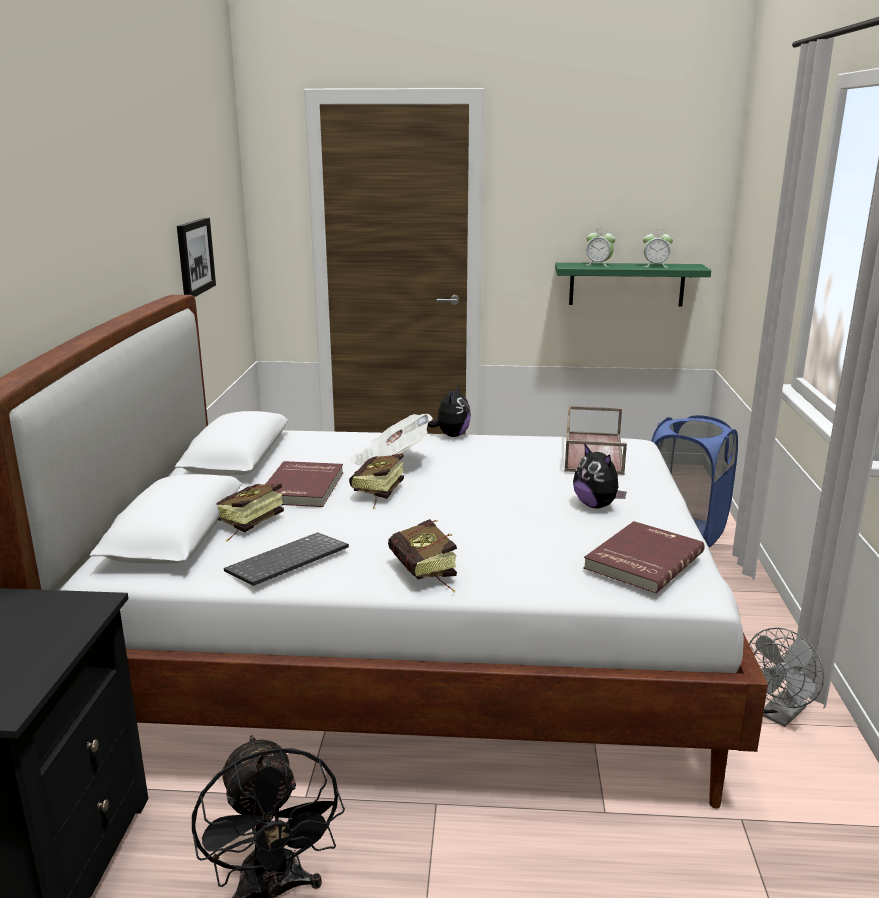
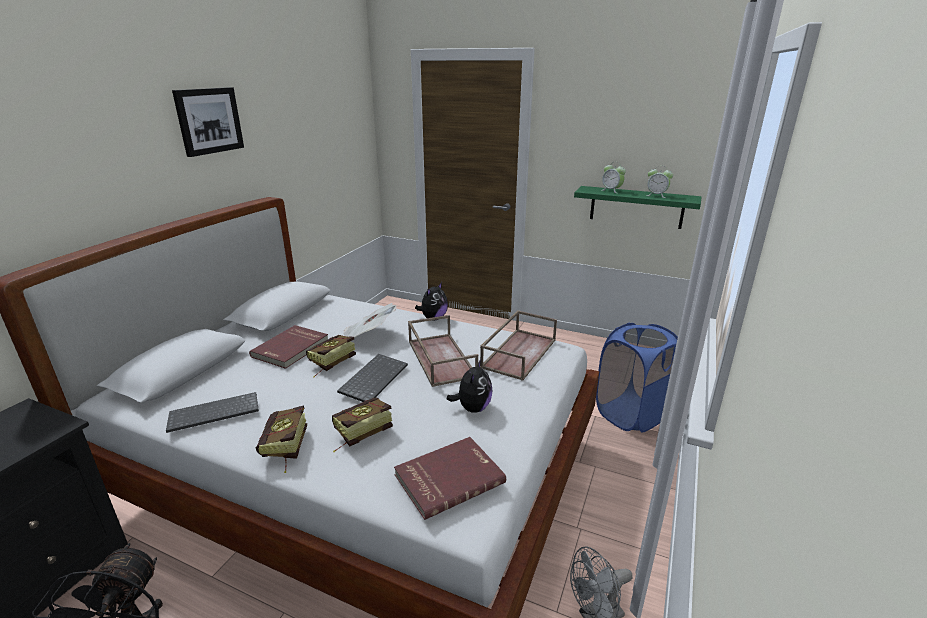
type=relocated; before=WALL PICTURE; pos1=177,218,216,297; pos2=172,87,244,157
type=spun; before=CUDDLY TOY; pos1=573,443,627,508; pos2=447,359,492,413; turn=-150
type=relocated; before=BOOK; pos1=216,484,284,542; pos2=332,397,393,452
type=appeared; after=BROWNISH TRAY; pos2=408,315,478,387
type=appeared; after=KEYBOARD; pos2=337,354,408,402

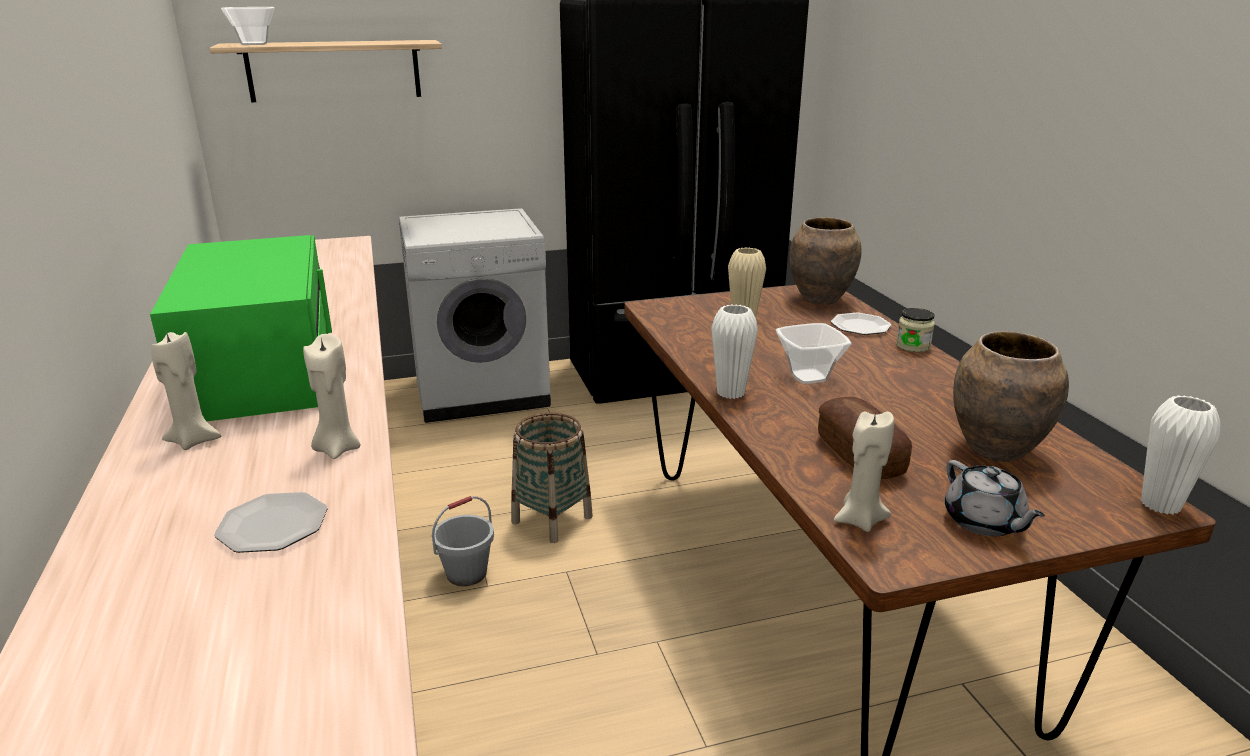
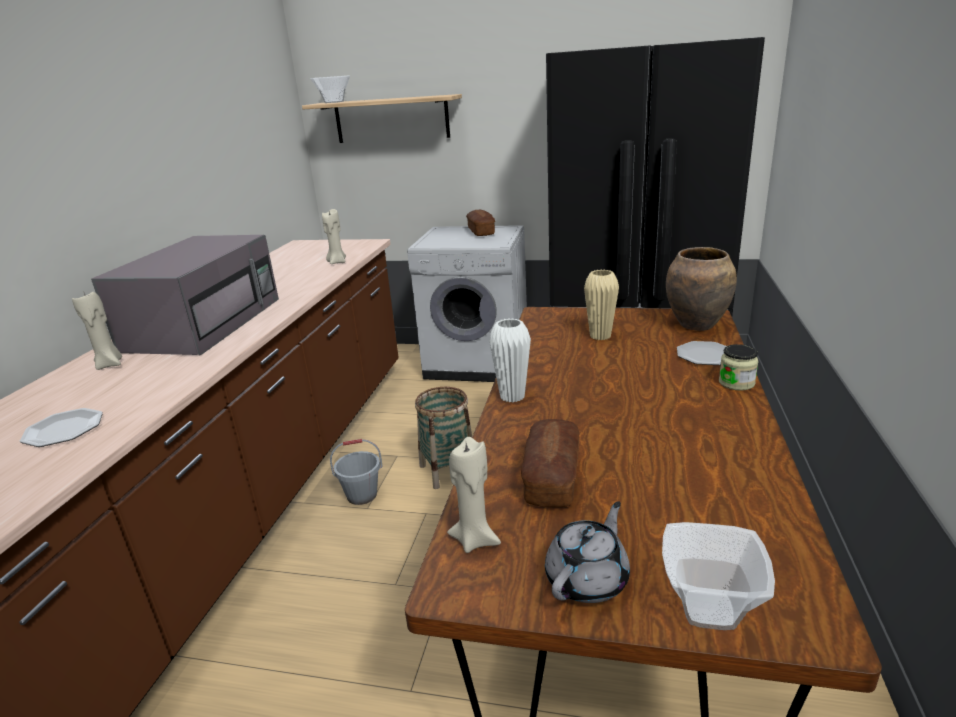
type=colour; before=GREENISH MICROWAVE; after=GRAY MICROWAVE; pos1=150,235,332,421; pos2=91,235,279,355
type=relocated; before=BOWL; pos1=776,323,852,384; pos2=662,522,775,630
type=missing; before=BROWNISH VASE; pos1=953,331,1069,462
type=relocated; before=SAND-COLOURED CANDLE; pos1=303,334,360,459; pos2=322,209,346,264
type=missing; before=WHITE-COLOURED VASE; pos1=1141,395,1220,515
type=spun; before=GRAY TEA POT; pos1=945,460,1045,537; pos2=545,501,630,603; turn=-150
type=appeared; after=BAKERY BREAD; pos2=466,210,495,236

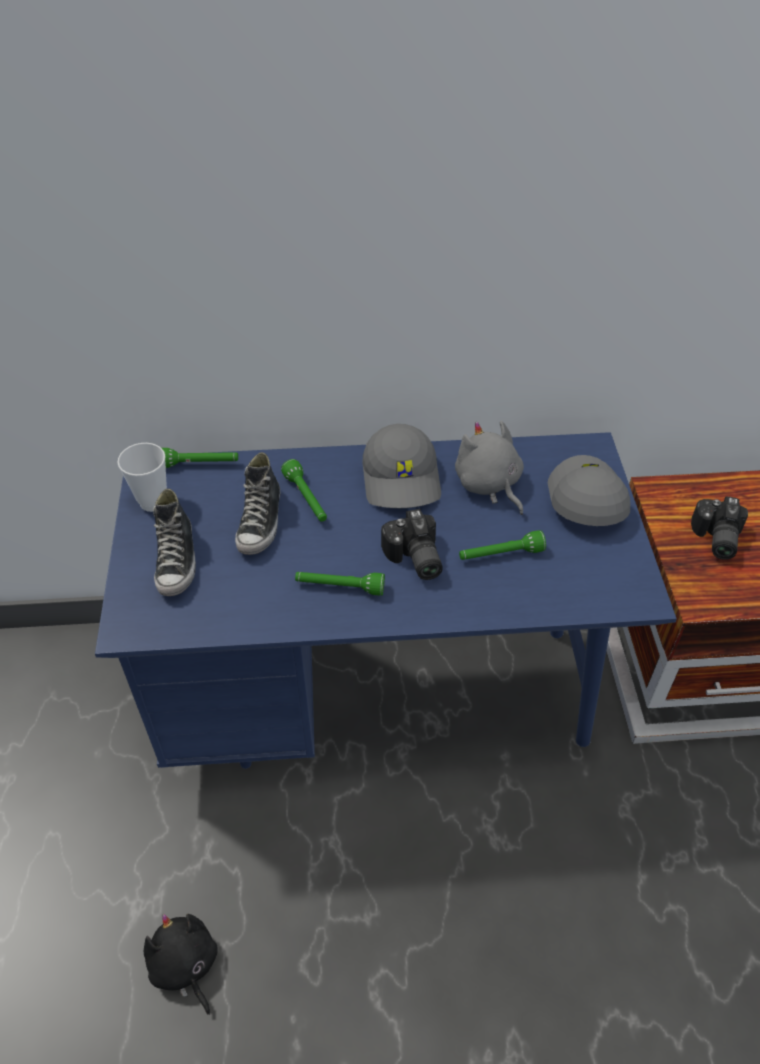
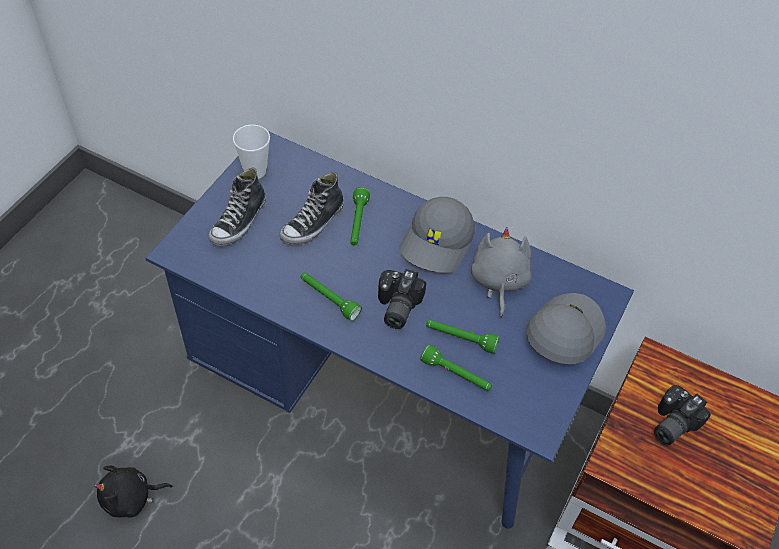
type=relocated; before=GREENISH FLASHLIGHT; pos1=162,448,238,468; pos2=420,344,492,391
type=spun; before=BLACK-COLOURED CUDDLY TOY; pos1=143,914,218,1015; pos2=94,466,172,518; turn=-105

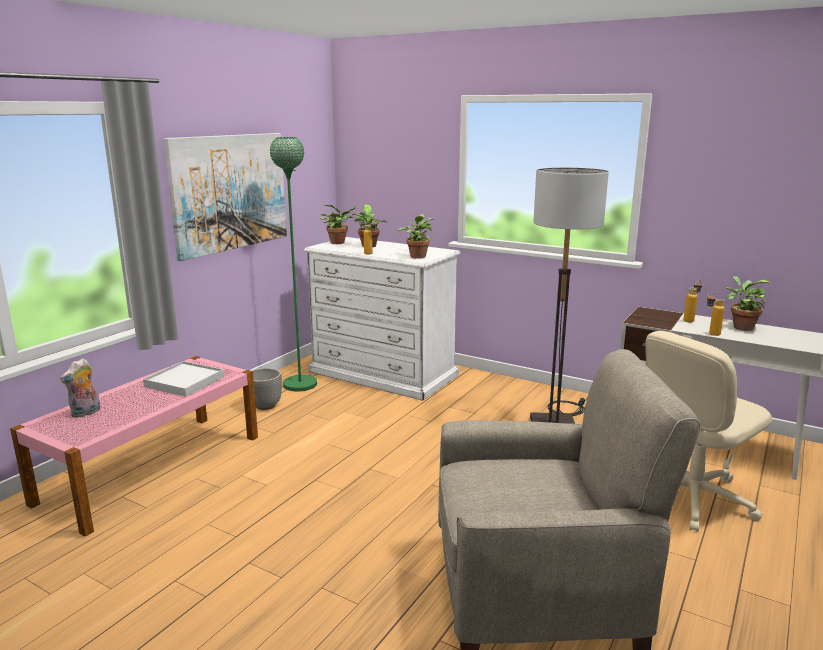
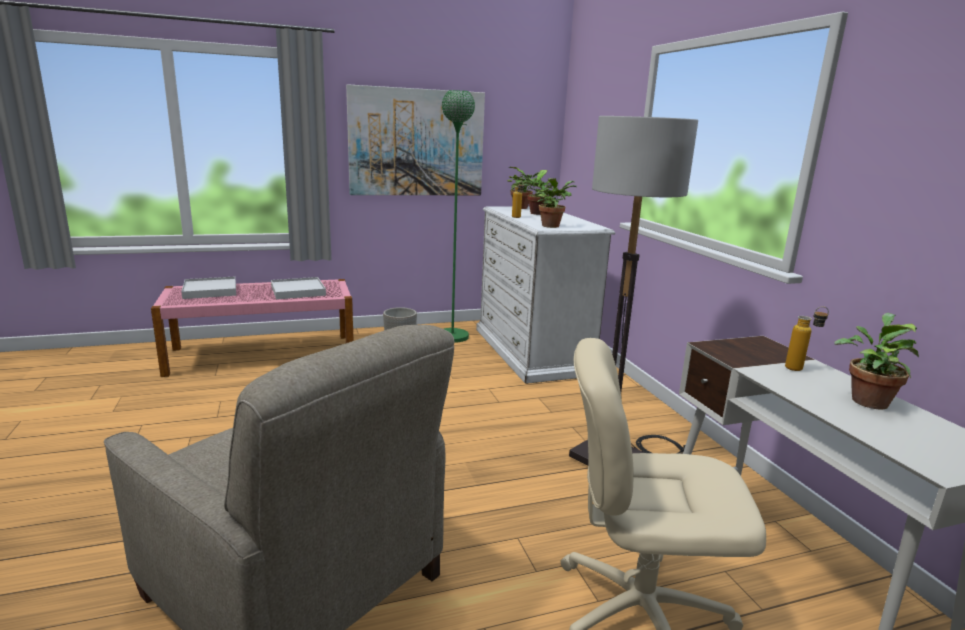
type=missing; before=BEVERAGE BOTTLE; pos1=707,293,725,336
type=exchanged; before=CUDDLY TOY; after=WHITE-COLOURED TRAY; pos1=60,358,101,418; pos2=181,277,236,299

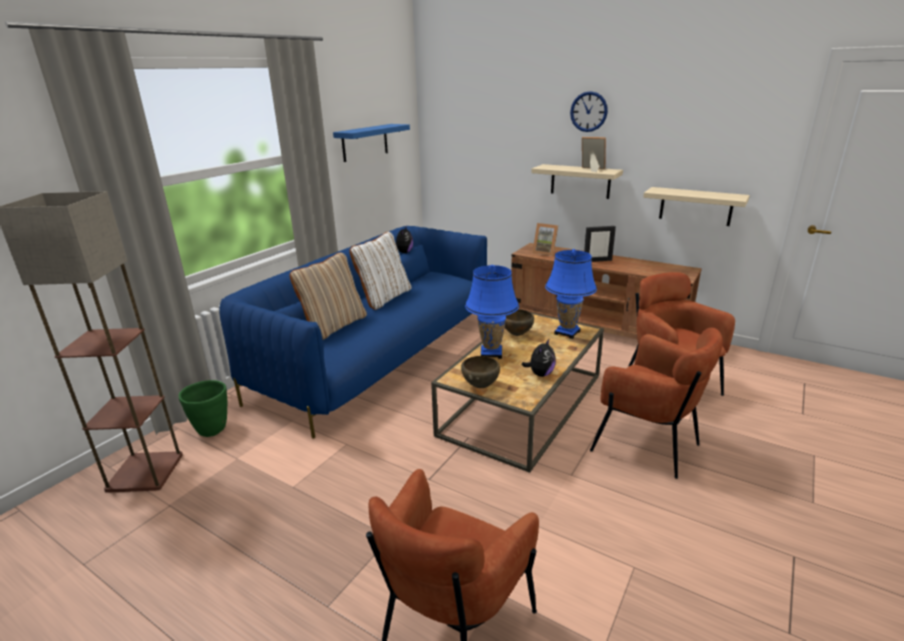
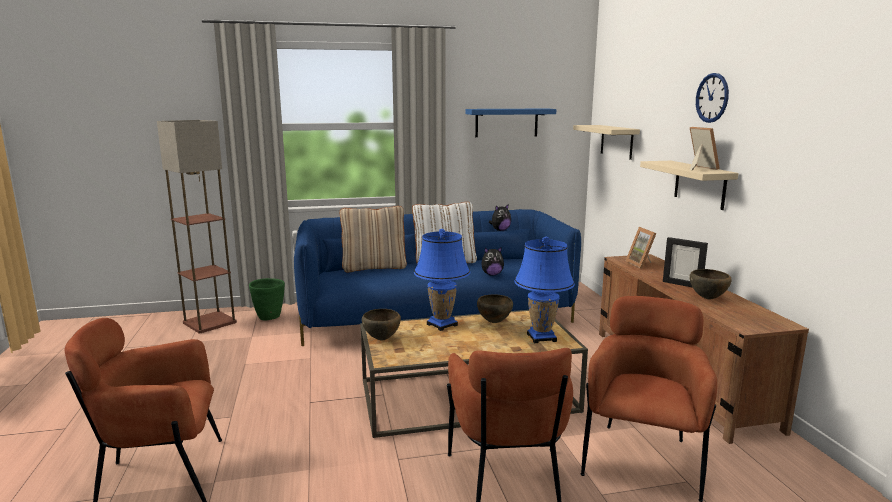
type=relocated; before=SAND-COLOURED SHELF; pos1=643,187,750,226; pos2=573,125,640,160
type=relocated; before=CUDDLY TOY; pos1=522,338,556,377; pos2=481,247,504,275
type=appeared; after=BROWNISH BOWL; pos2=689,269,732,300

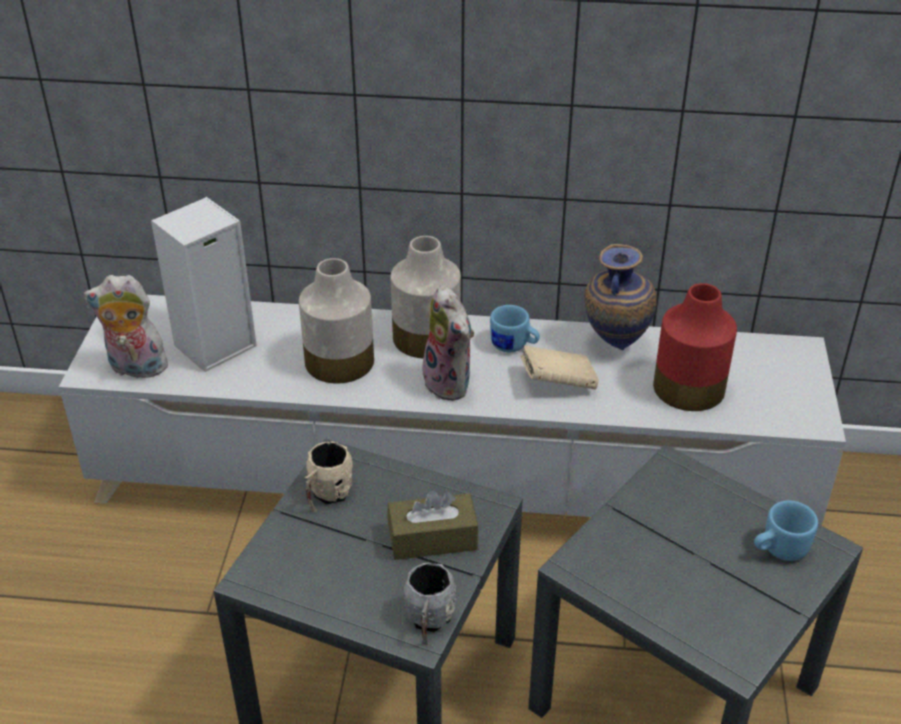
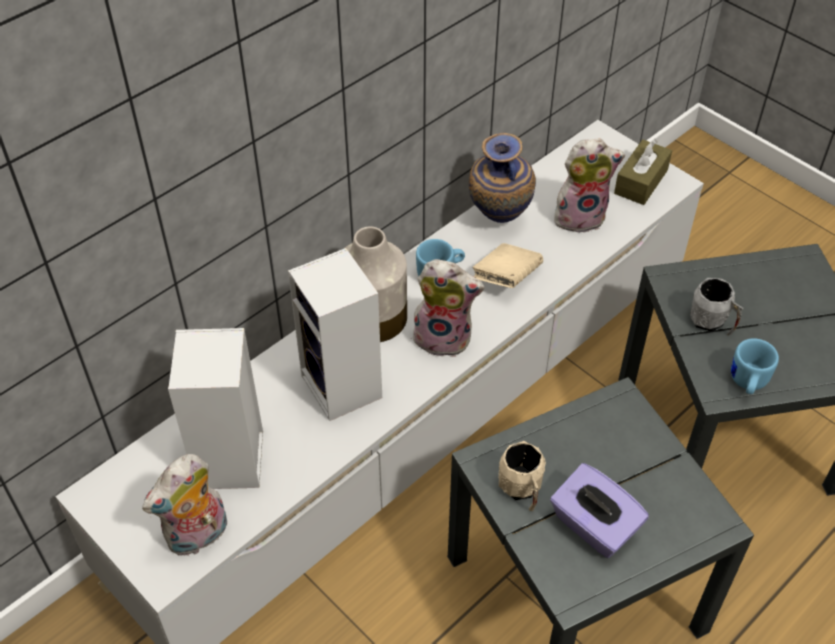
type=exchanged; before=SAND-COLOURED VASE; after=LOUDSPEAKER; pos1=299,258,374,383; pos2=288,248,382,421
type=exchanged; before=RED VASE; after=CUDDLY TOY; pos1=653,283,737,411; pos2=554,138,625,233
type=relocated; before=BROWNISH TISSUE BOX; pos1=388,491,478,560; pos2=614,139,672,205
type=relocated; before=BLUISH TEA MUG; pos1=754,500,818,561; pos2=731,338,779,394
type=relocated; before=GRAY TEA MUG; pos1=404,563,457,645; pos2=690,278,743,336
type=appeared; after=PURPLE TISSUE BOX; pos2=550,463,649,558

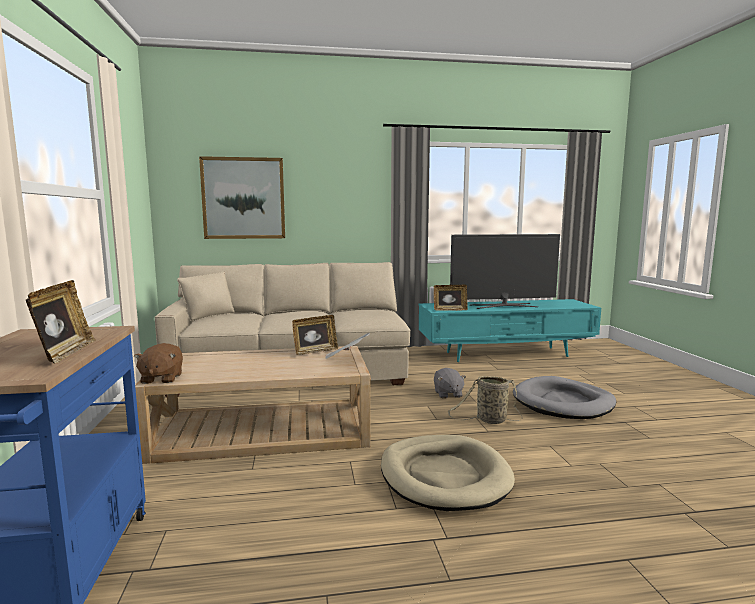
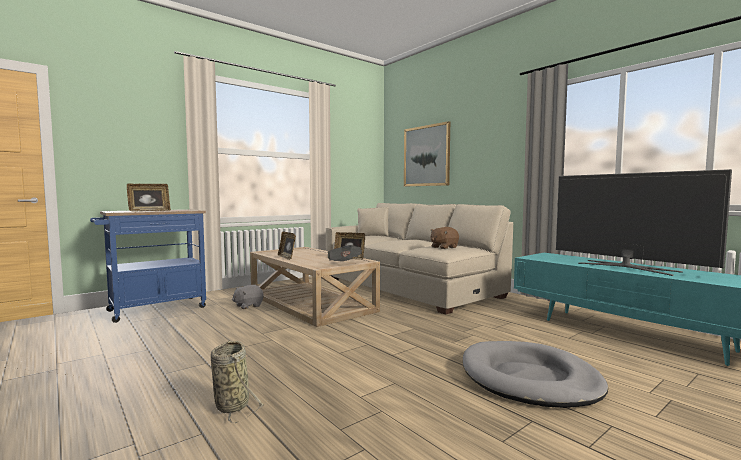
type=relocated; before=PHOTO FRAME; pos1=434,285,468,311; pos2=278,231,296,260
type=relocated; before=BROWNISH CUDDLY TOY; pos1=134,343,183,384; pos2=430,227,459,249
type=relocated; before=GRAY CUDDLY TOY; pos1=434,368,466,399; pos2=232,285,264,309
type=relocated; before=STORAGE BASKET; pos1=448,376,522,424; pos2=211,341,264,423
type=missing; before=SAND-COLOURED DOG CUSHION; pos1=381,435,515,511

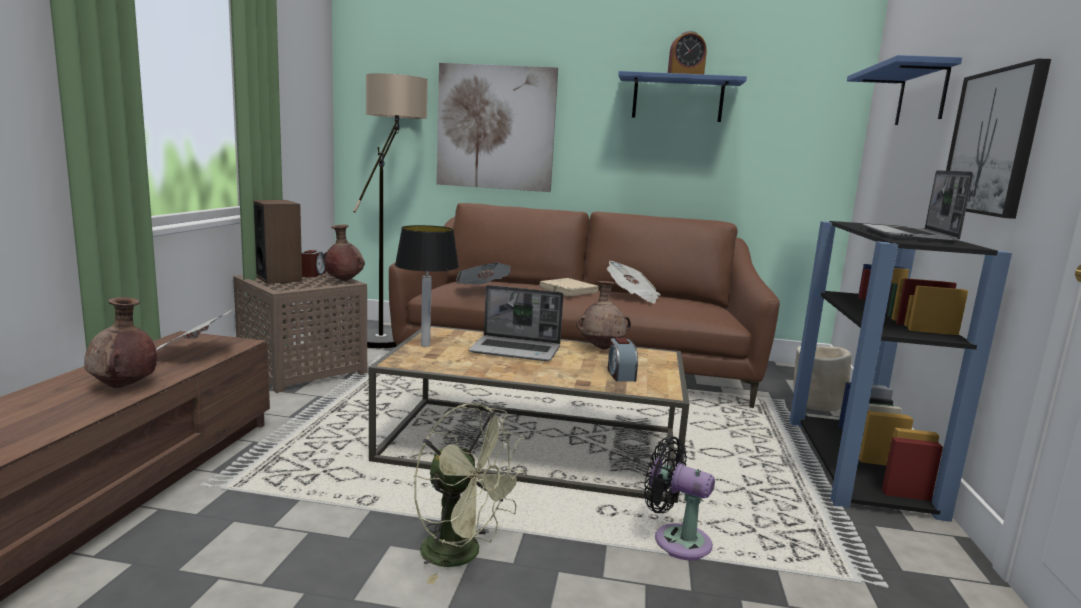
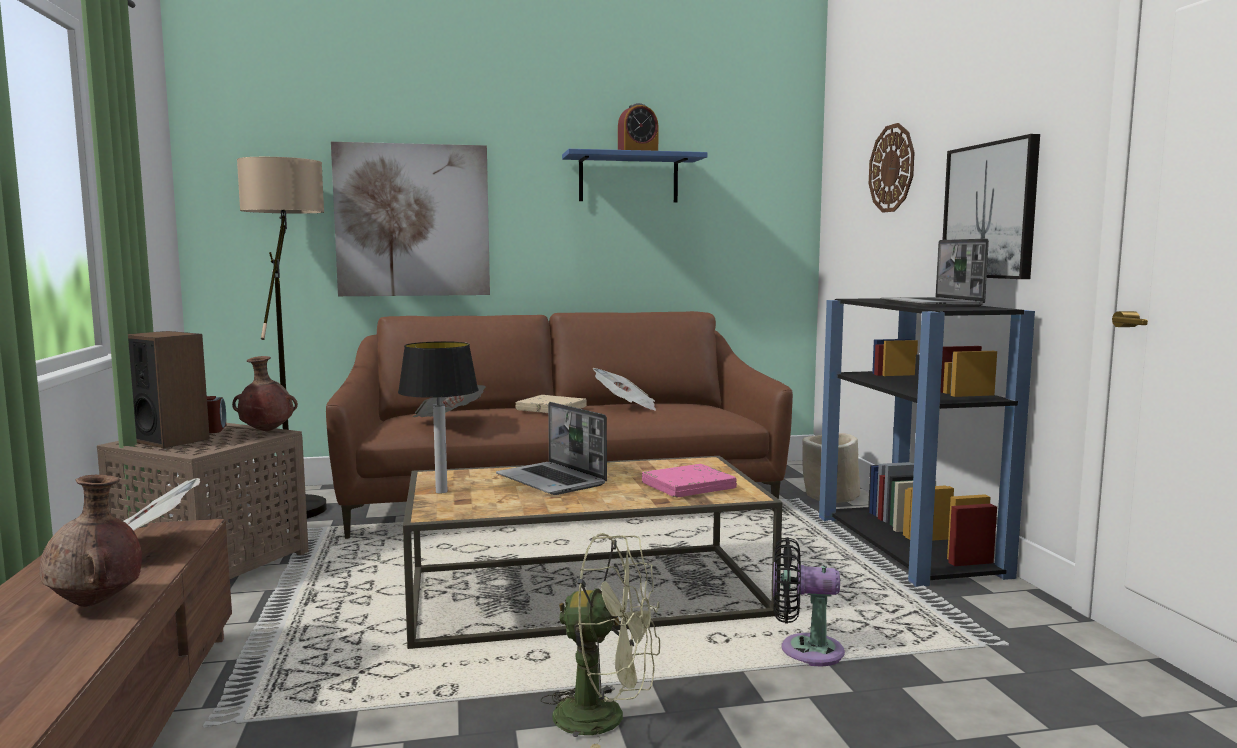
type=exchanged; before=BLUISH SHELF; after=WALL CLOCK; pos1=847,55,962,125; pos2=869,123,915,213
type=missing; before=BROWNISH VASE; pos1=576,281,631,349
type=spun; before=NOTEBOOK COMPUTER; pos1=468,285,564,361; pos2=496,402,607,495; turn=60
type=exchanged; before=ALARM CLOCK; after=PINKISH BOOK; pos1=608,338,638,382; pos2=642,464,737,497

